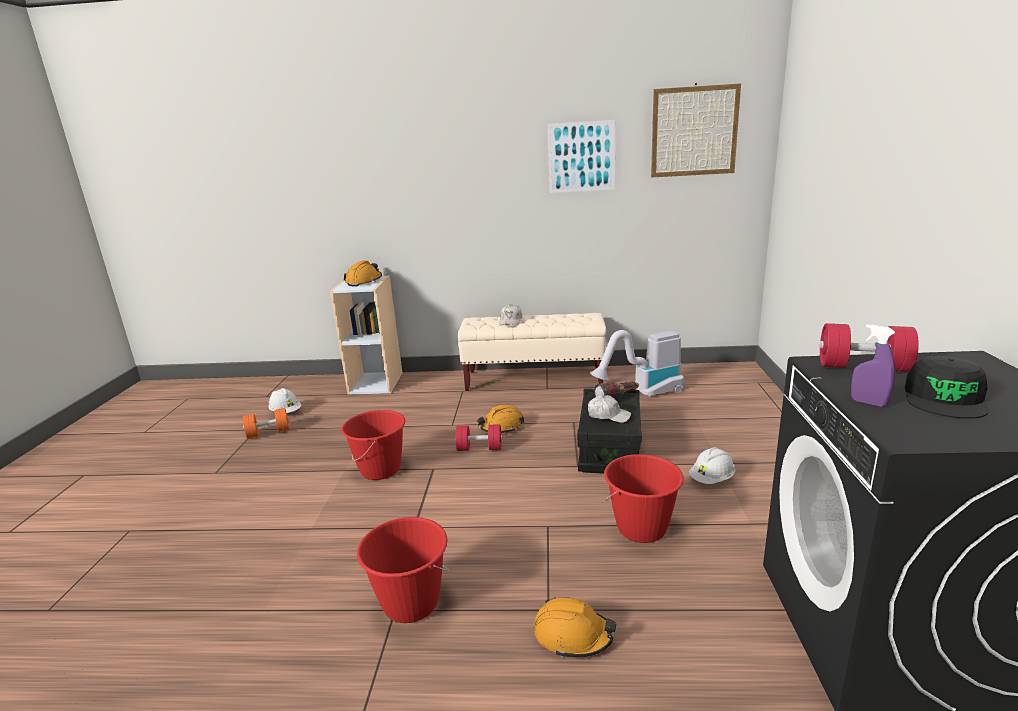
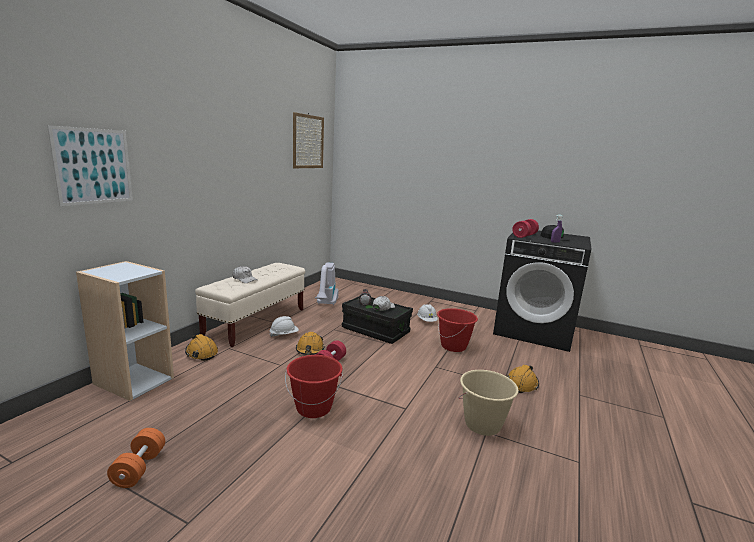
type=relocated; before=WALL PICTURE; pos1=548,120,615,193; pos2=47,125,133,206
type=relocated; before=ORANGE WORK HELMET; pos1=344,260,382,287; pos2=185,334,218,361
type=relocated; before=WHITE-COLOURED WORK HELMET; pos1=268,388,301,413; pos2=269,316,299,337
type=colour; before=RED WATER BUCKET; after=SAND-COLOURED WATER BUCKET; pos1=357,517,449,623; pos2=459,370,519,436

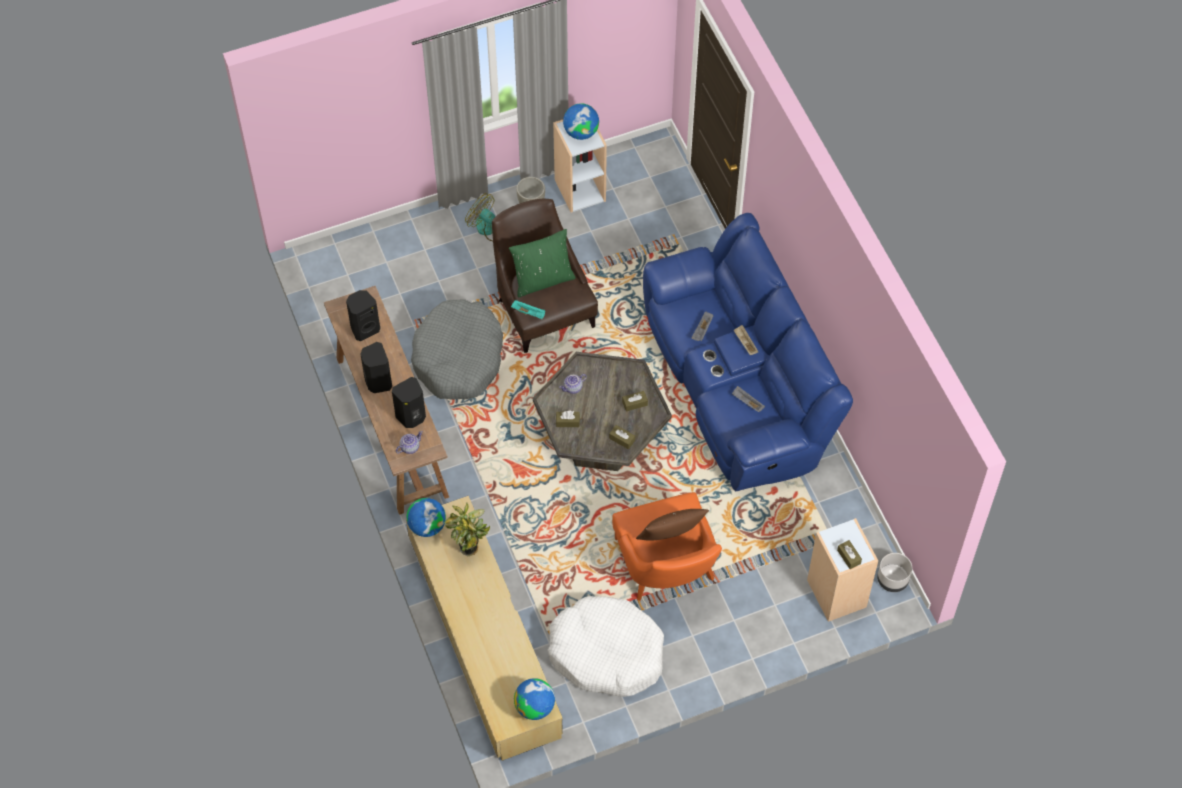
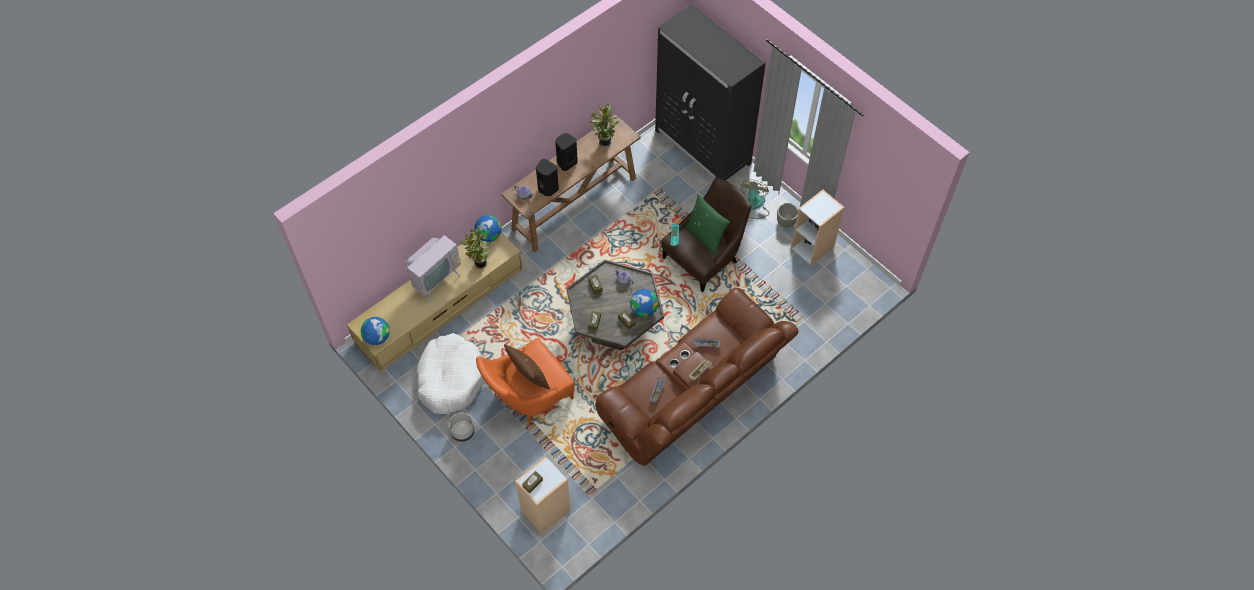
type=relocated; before=WORLD GLOBE; pos1=563,103,599,140; pos2=630,289,658,317
type=colour; before=BLUISH SOFA; after=BROWNISH SOFA; pos1=643,213,853,492; pos2=595,288,798,466
type=exchanged; before=BLACK-COLOURED LOUDSPEAKER; after=POTTED PLANT; pos1=346,290,380,341; pos2=590,104,619,148
type=missing; before=GRAY DOG CUSHION; pos1=411,300,503,400
type=relocated; before=GRAY PLANTER; pos1=877,553,912,592; pos2=449,413,474,442
type=appeared; after=BLACK-COLOURED STORAGE CABINET; pos2=655,5,766,181
type=appeared; after=TELEVISION; pos2=405,235,461,303

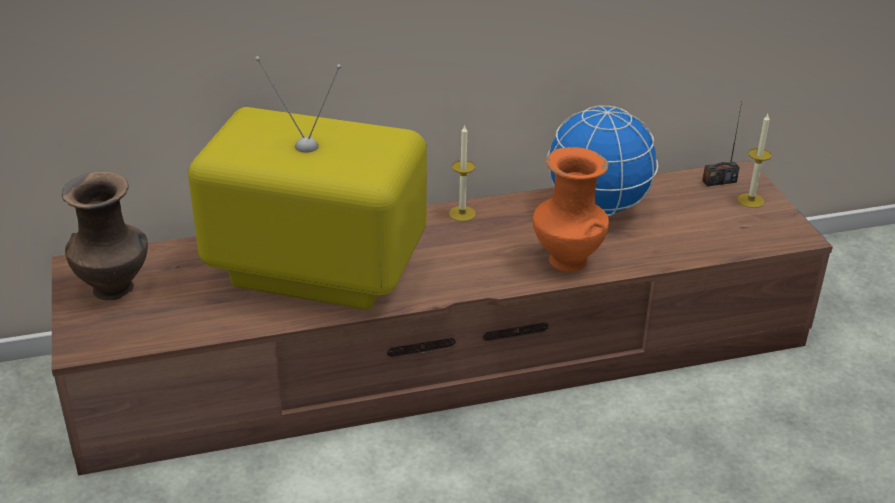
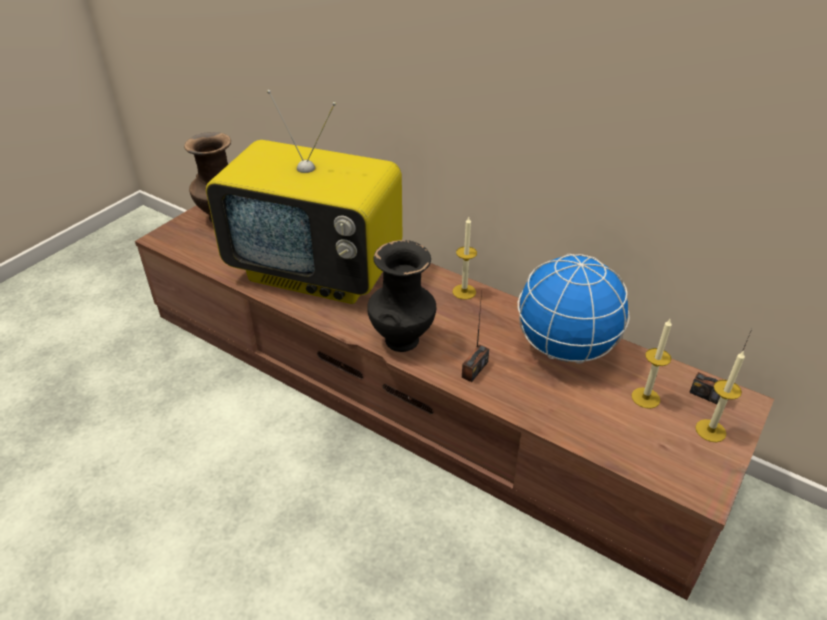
type=spun; before=TELEVISION; pos1=188,56,427,310; pos2=206,90,402,304; turn=135
type=exchanged; before=ORANGE VASE; after=RADIO RECEIVER; pos1=533,147,609,272; pos2=462,291,489,382
type=appeared; after=BLACK-COLOURED VASE; pos2=367,240,436,352
type=appeared; after=CANDLE; pos2=631,319,672,409

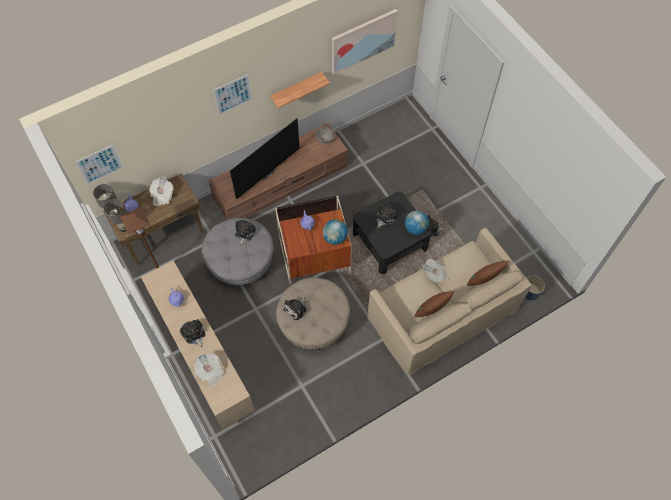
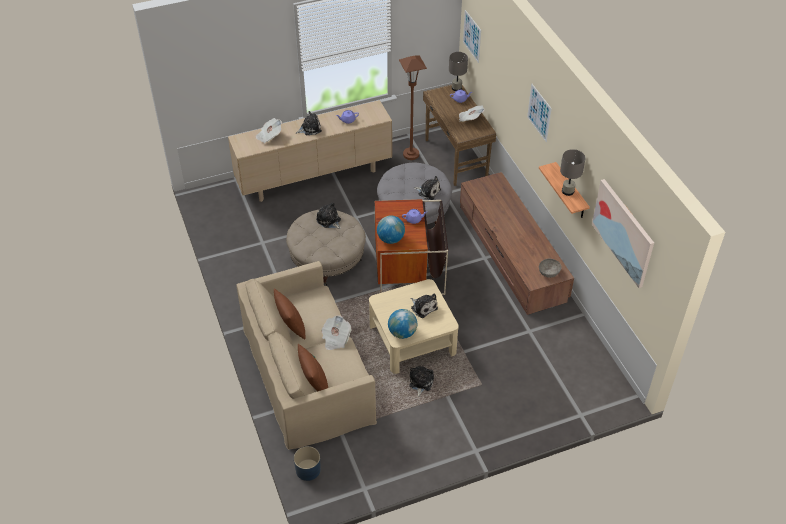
type=missing; before=TELEVISION; pos1=230,118,300,199
type=colour; before=BLACK-COLOURED LOUNGE TABLE; after=SAND-COLOURED LOUNGE TABLE; pos1=353,191,432,274; pos2=369,279,459,374
type=relocated; before=GRAY TABLETOP LAMP; pos1=104,199,127,232; pos2=560,149,586,196

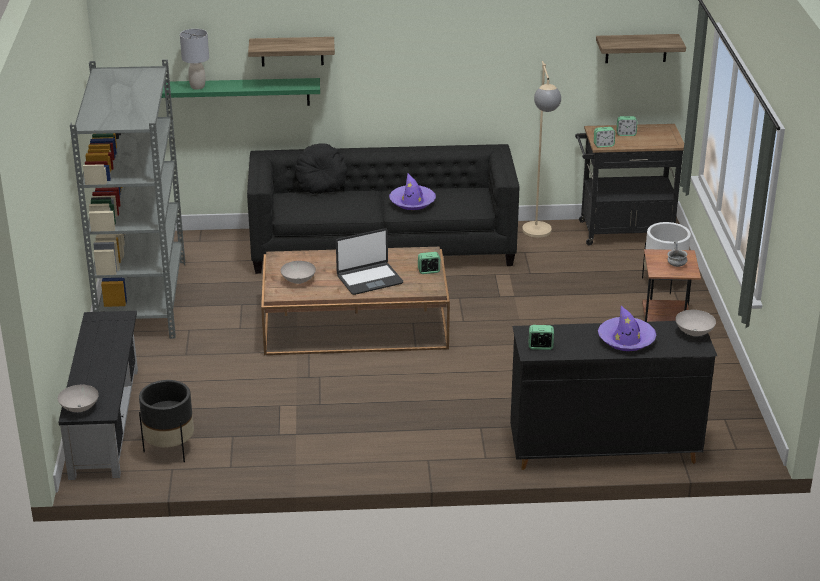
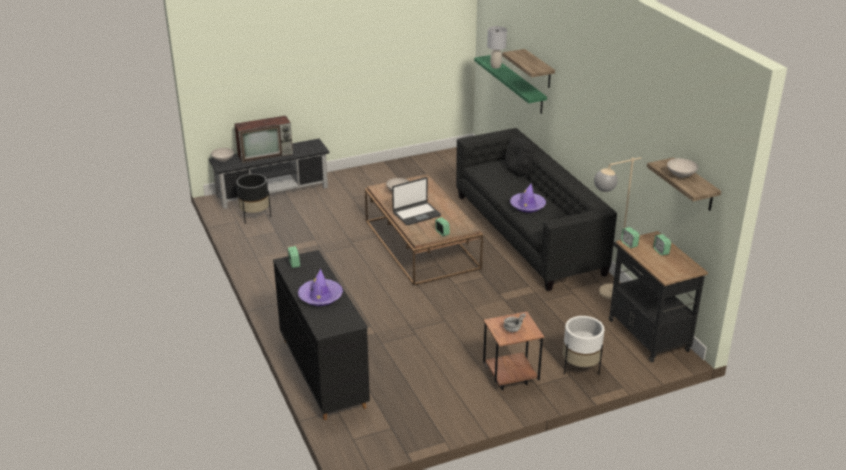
type=missing; before=GRAY BOOKCASE; pos1=70,59,185,339
type=spun; before=NOTEBOOK COMPUTER; pos1=336,228,403,295; pos2=392,177,441,225; turn=-75
type=relocated; before=WHITE-COLOURED BOWL; pos1=675,310,716,336; pos2=667,158,698,178
type=appeared; after=TELEVISION; pos2=235,116,293,163

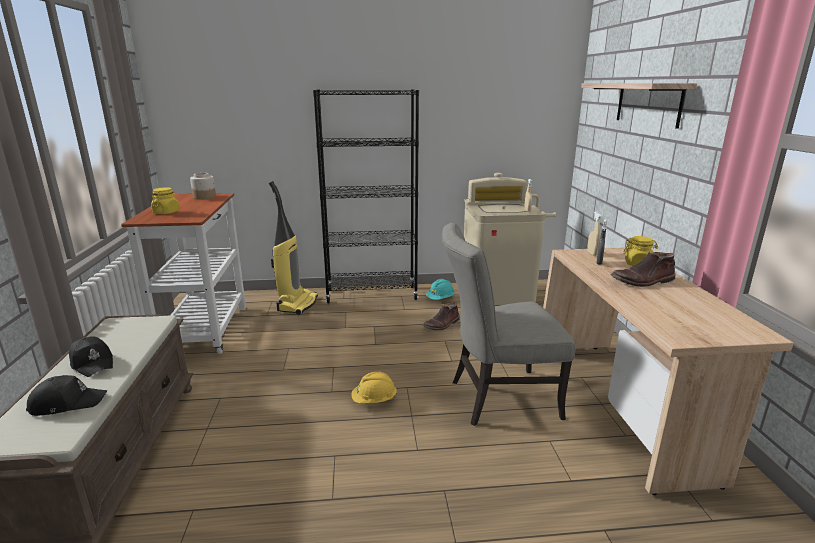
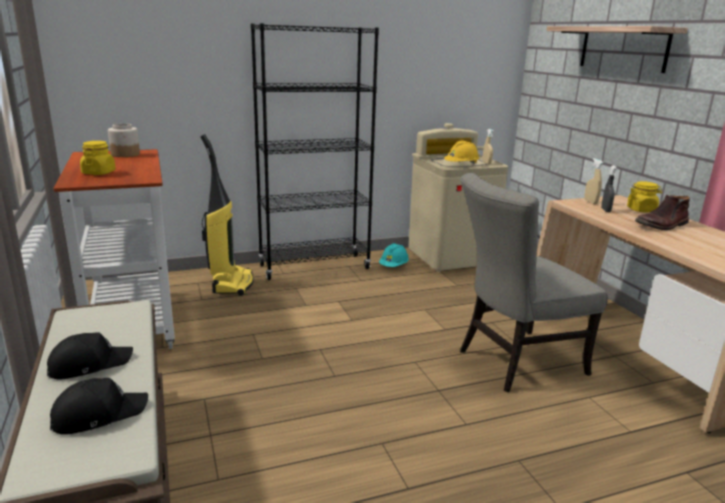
type=missing; before=BROWNISH TALL BOOT; pos1=423,302,460,331
type=spun; before=BLACK-COLOURED CAP; pos1=69,336,113,377; pos2=47,332,133,380; turn=-60
type=relocated; before=YELLOW-COLOURED WORK HELMET; pos1=351,372,397,403; pos2=444,141,479,164

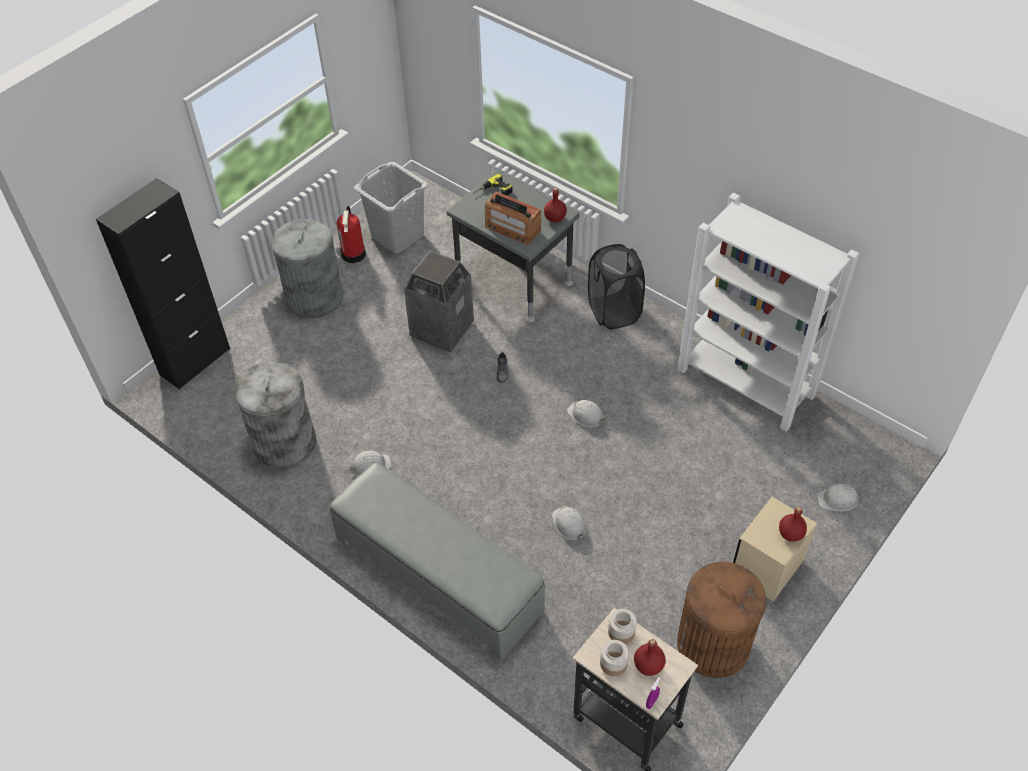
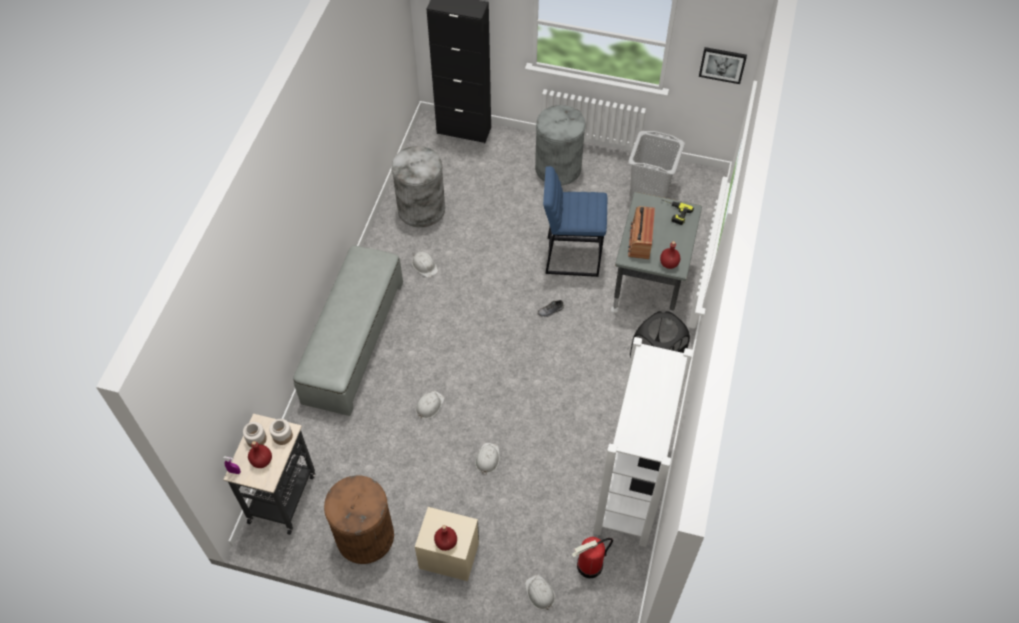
type=relocated; before=EXTINGUISHER; pos1=337,206,366,263; pos2=571,537,613,578
type=exchanged; before=TRASH CAN; after=BLUISH STOOL; pos1=404,251,474,352; pos2=543,166,607,277
type=relocated; before=WHITE-COLOURED WORK HELMET; pos1=567,400,605,428; pos2=475,443,500,475
type=appeared; after=WALL PICTURE; pos2=699,47,747,84

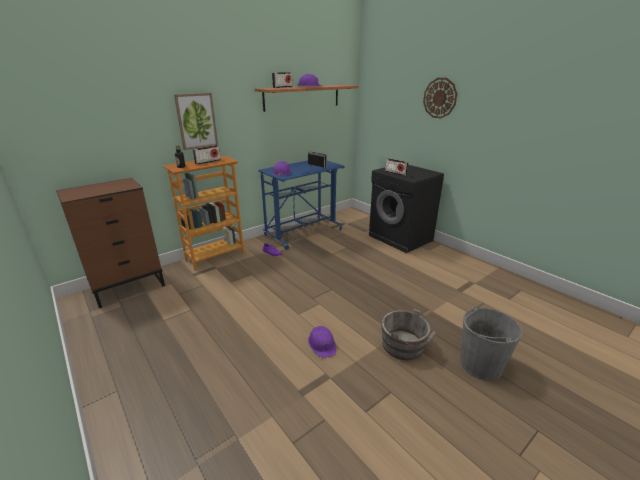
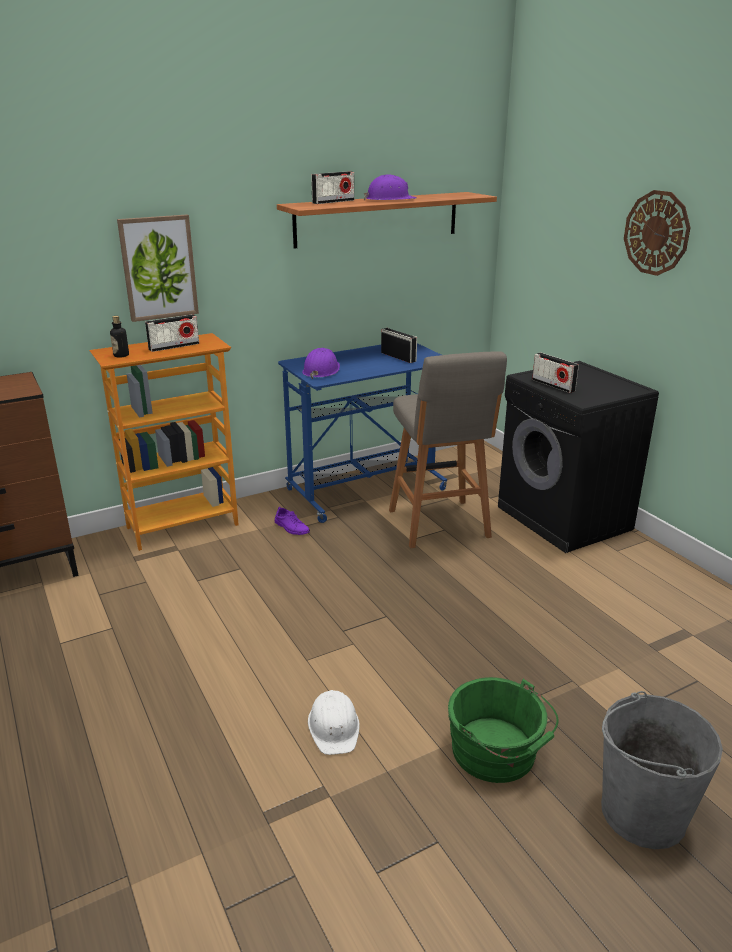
type=colour; before=GRAY WATER BUCKET; after=GREENISH WATER BUCKET; pos1=381,309,436,360; pos2=448,677,558,783
type=colour; before=PURPLE WORK HELMET; after=WHITE-COLOURED WORK HELMET; pos1=308,326,336,358; pos2=308,690,360,755
type=appeared; after=GRAY STOOL; pos2=389,351,507,548

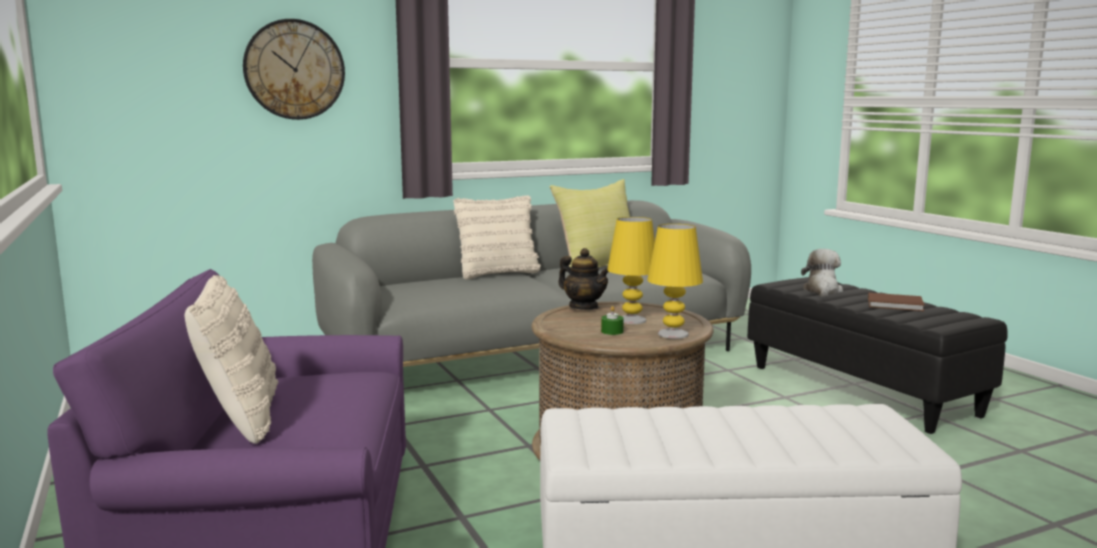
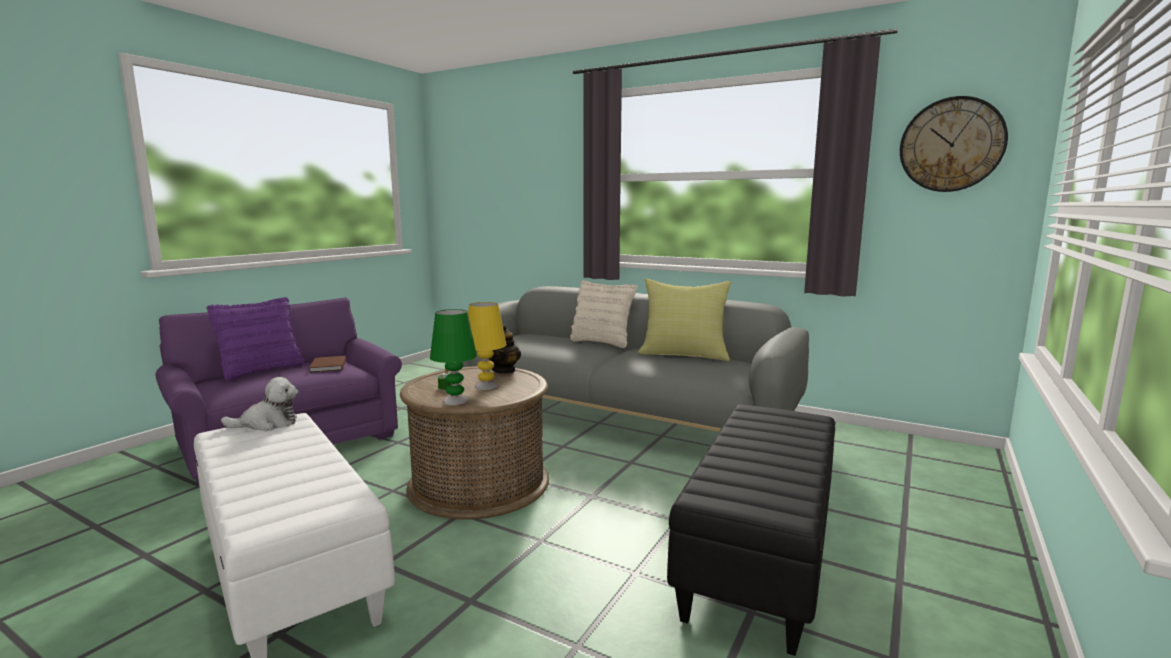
type=relocated; before=WALL CLOCK; pos1=243,19,345,120; pos2=900,96,1008,192
type=colour; before=YELLOW-COLOURED TABLETOP LAMP; after=GREENISH TABLETOP LAMP; pos1=647,224,703,339; pos2=430,309,477,405
type=relocated; before=CUDDLY TOY; pos1=801,249,843,297; pos2=221,377,298,431
type=colour; before=SAND-COLOURED CUSHION; after=PURPLE CUSHION; pos1=185,275,278,444; pos2=206,297,305,381
type=relocated; before=BROWNISH BOOK; pos1=868,293,925,311; pos2=309,356,346,373

